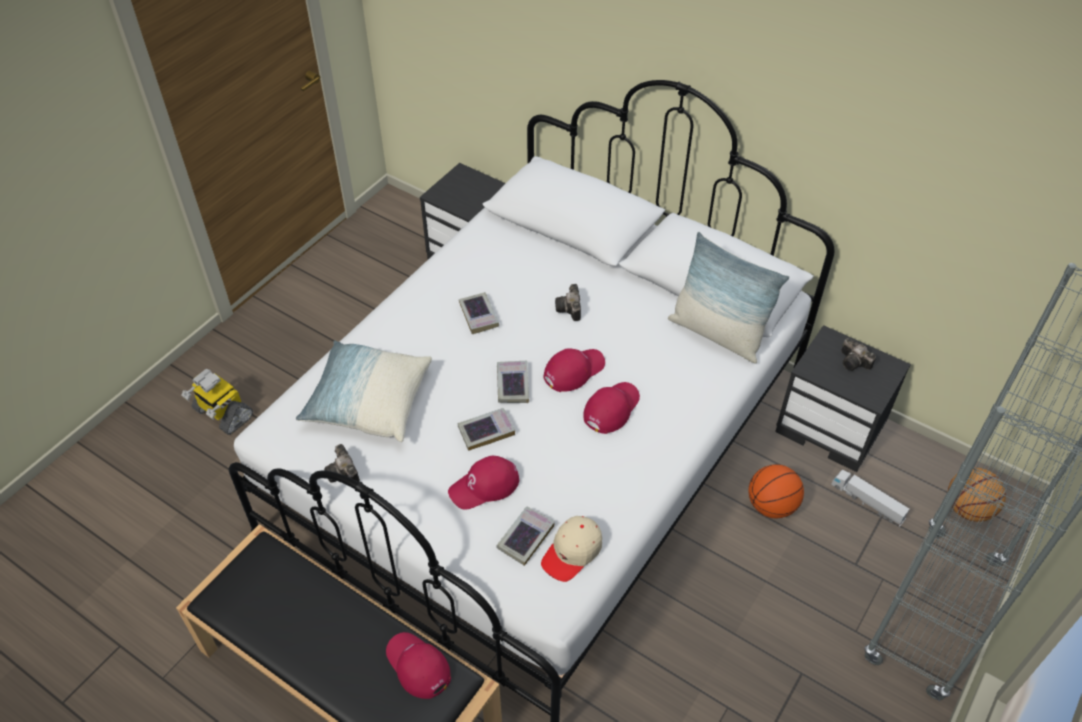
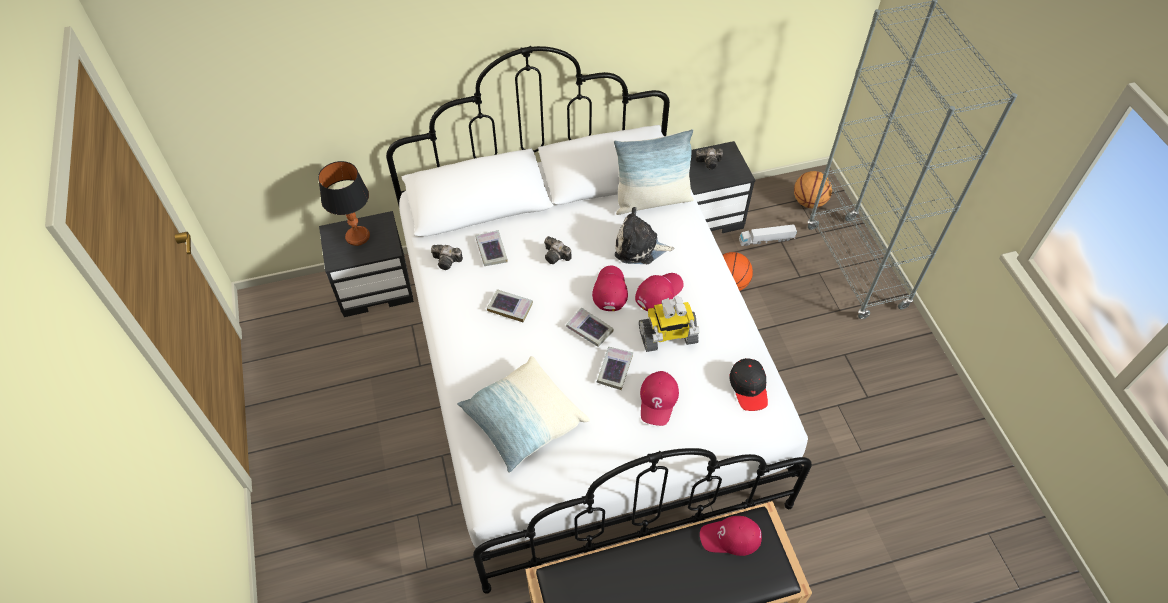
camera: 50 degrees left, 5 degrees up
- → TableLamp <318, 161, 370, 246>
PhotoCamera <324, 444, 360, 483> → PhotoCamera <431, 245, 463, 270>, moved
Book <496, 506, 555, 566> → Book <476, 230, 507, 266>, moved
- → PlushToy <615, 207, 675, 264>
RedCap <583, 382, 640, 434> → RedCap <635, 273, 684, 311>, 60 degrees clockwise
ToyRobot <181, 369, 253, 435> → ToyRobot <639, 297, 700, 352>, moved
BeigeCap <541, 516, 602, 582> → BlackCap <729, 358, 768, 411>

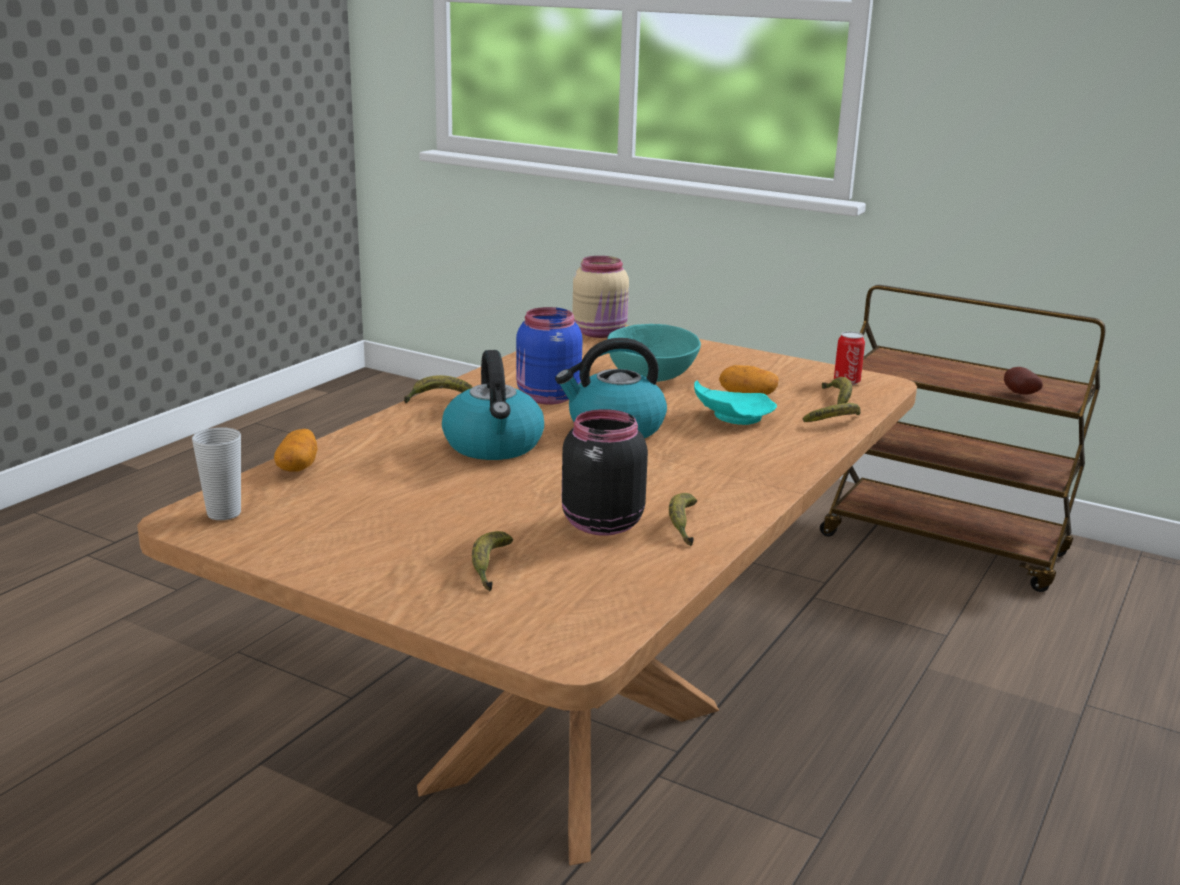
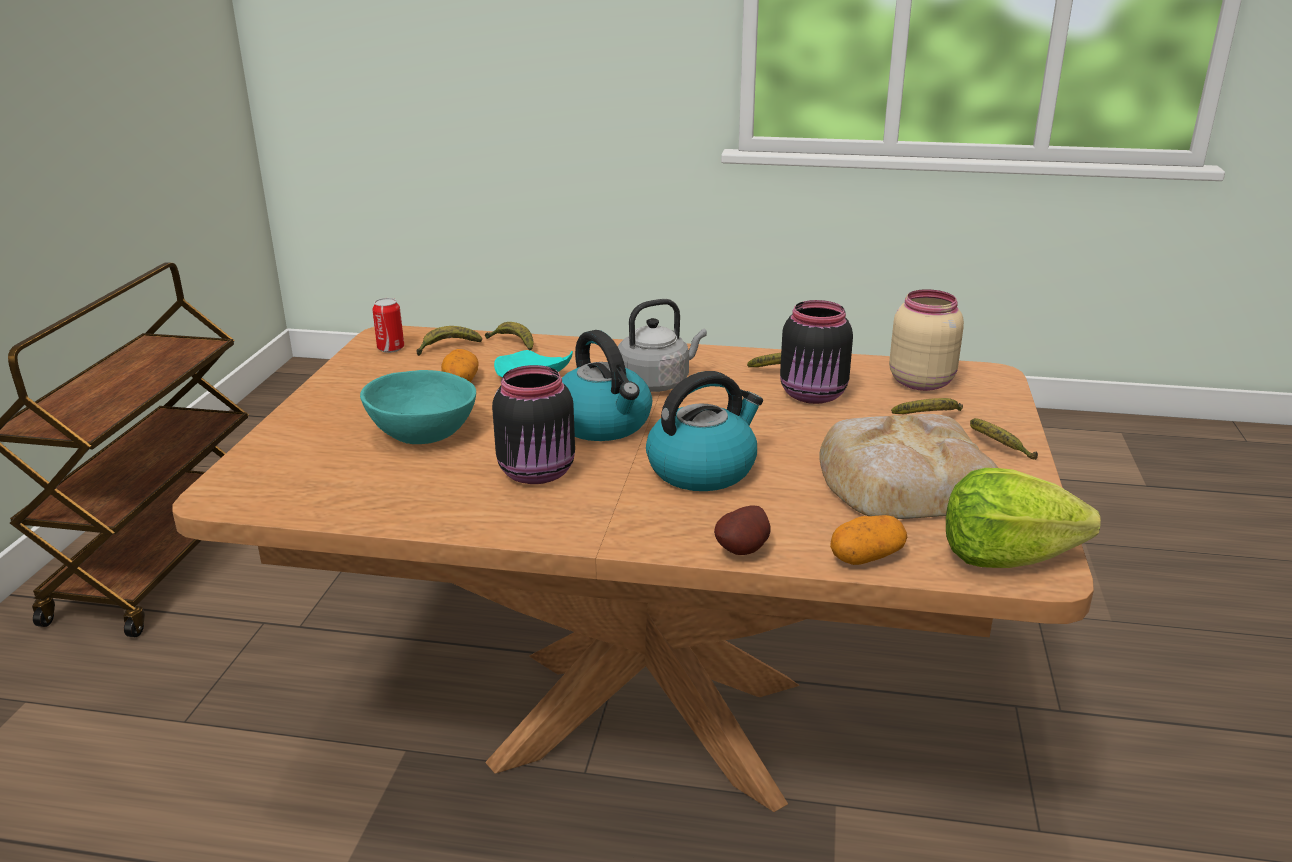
camera: 110 degrees left, 5 degrees up
BlueJar <516, 307, 582, 405> → BlackJar <492, 365, 575, 484>
- → GreyKettle <618, 299, 707, 392>
Potato <1004, 367, 1043, 395> → Potato <714, 505, 771, 555>, moved
- → Bread <819, 414, 998, 519>
BeigeJar <572, 256, 629, 338> → BeigeJar <889, 289, 964, 391>, moved
Cup <192, 428, 241, 520> → Lettuce <946, 468, 1101, 568>
Banana <404, 375, 473, 403> → Banana <970, 418, 1038, 460>, moved

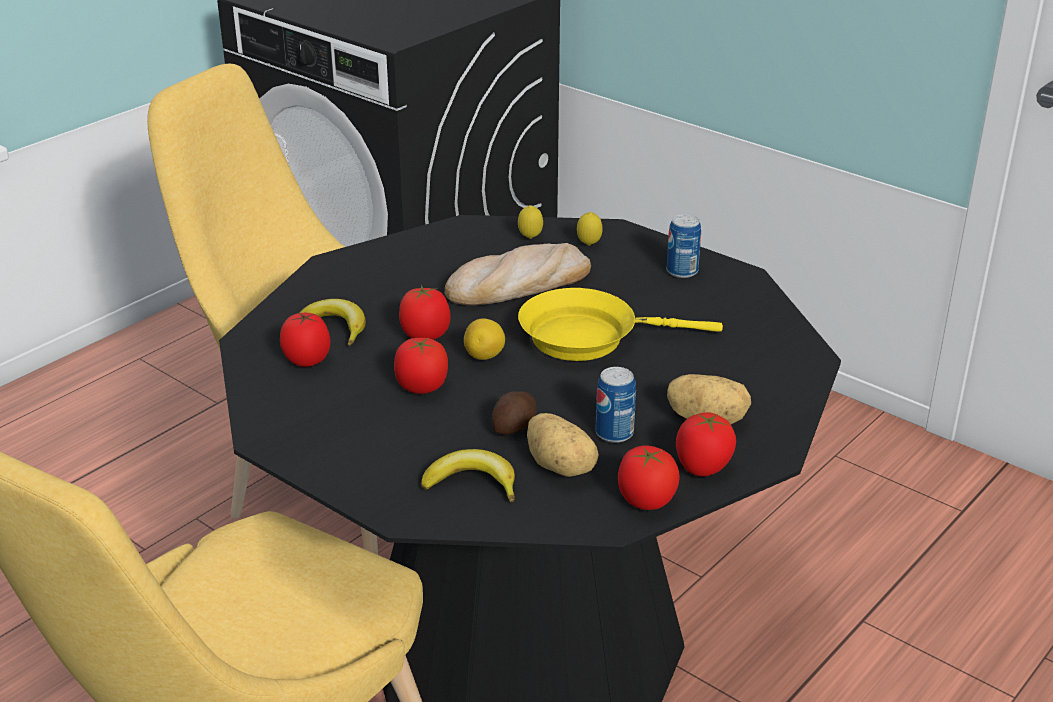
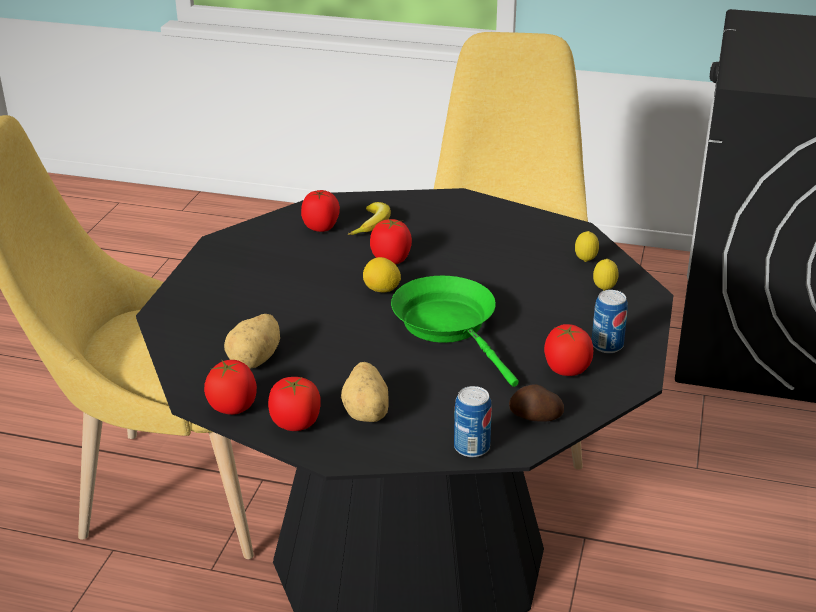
camera: 65 degrees right, 0 degrees up
YellowFryingPan <518, 288, 723, 361> → GreenFryingPan <391, 276, 519, 387>
Can <596, 367, 636, 443> → Can <454, 386, 492, 457>, moved
Potato <492, 391, 537, 435> → Potato <509, 384, 564, 422>, moved
Tomato <394, 338, 448, 394> → Tomato <544, 324, 593, 376>, moved
Banana <421, 449, 515, 502> → -
Bread <445, 243, 591, 305> → -

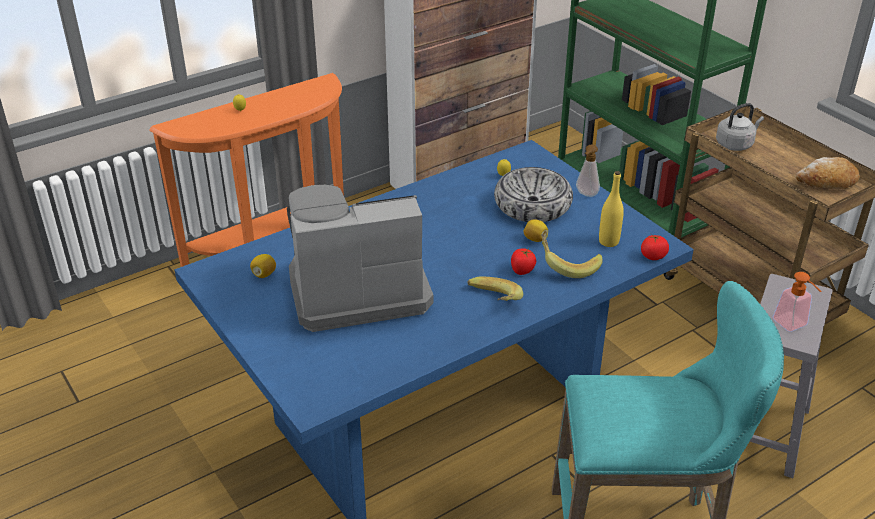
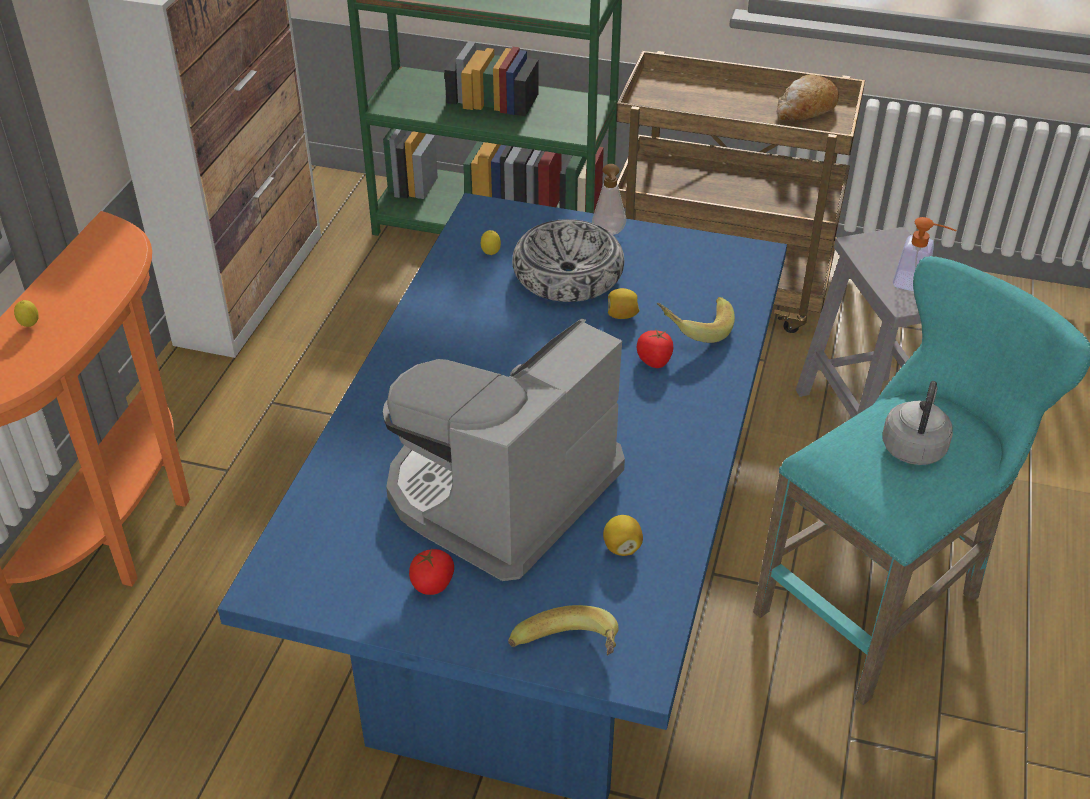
camera: 40 degrees left, 5 degrees up
Tomato <641, 234, 669, 260> → Tomato <409, 549, 454, 595>, moved
Banana <468, 276, 523, 301> → Banana <508, 605, 619, 655>, moved
Lemon <250, 254, 276, 278> → Lemon <603, 515, 643, 556>, moved
GreyKettle <716, 103, 764, 151> → GreyKettle <882, 381, 953, 465>, moved
YellowBottle <599, 171, 624, 247> → -

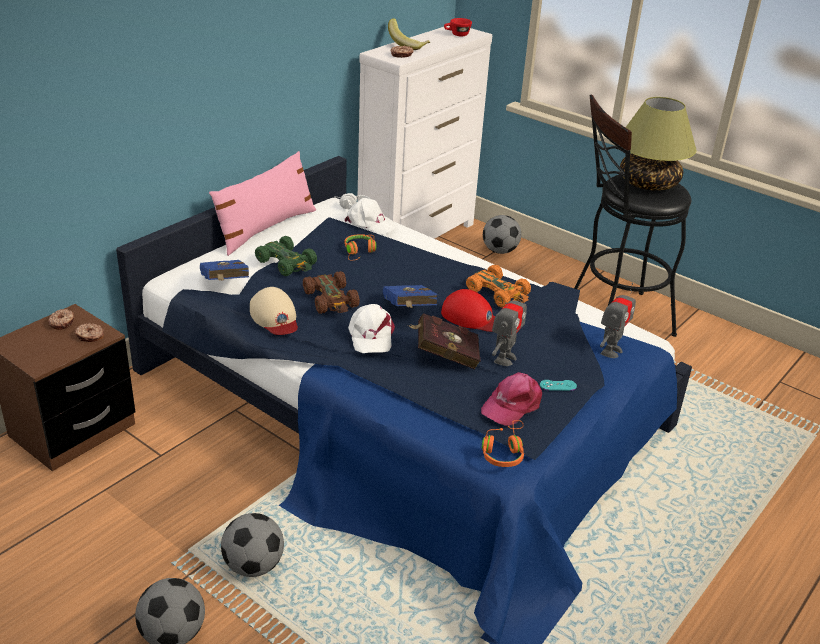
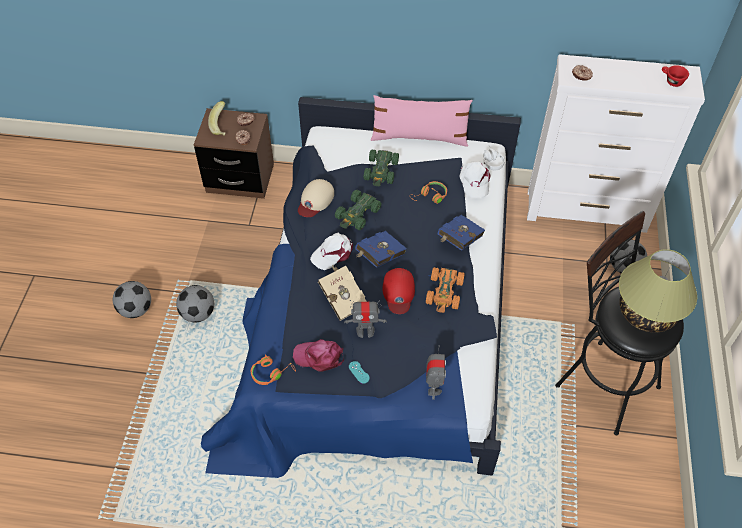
camera: 60 degrees right, 20 degrees up
Banana <388, 18, 430, 50> → Banana <208, 101, 226, 135>, moved
RedBook <408, 313, 481, 369> → BeigeBook <318, 265, 367, 321>
BrownToyCar <303, 271, 360, 314> → GreenToyCar <335, 190, 381, 230>
ToyRobot <600, 283, 636, 358> → ToyRobot <426, 345, 446, 400>, 90 degrees counterclockwise
BlueBook <200, 260, 249, 281> → BlueBook <438, 215, 485, 251>, moved

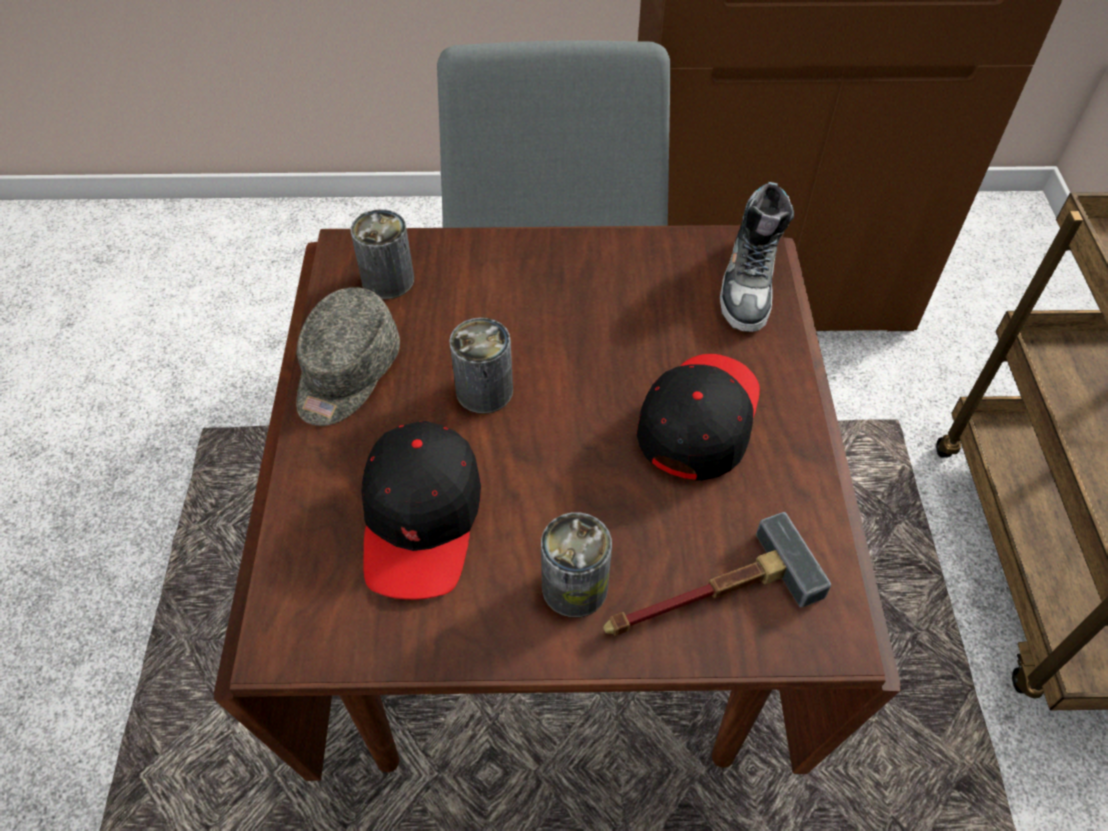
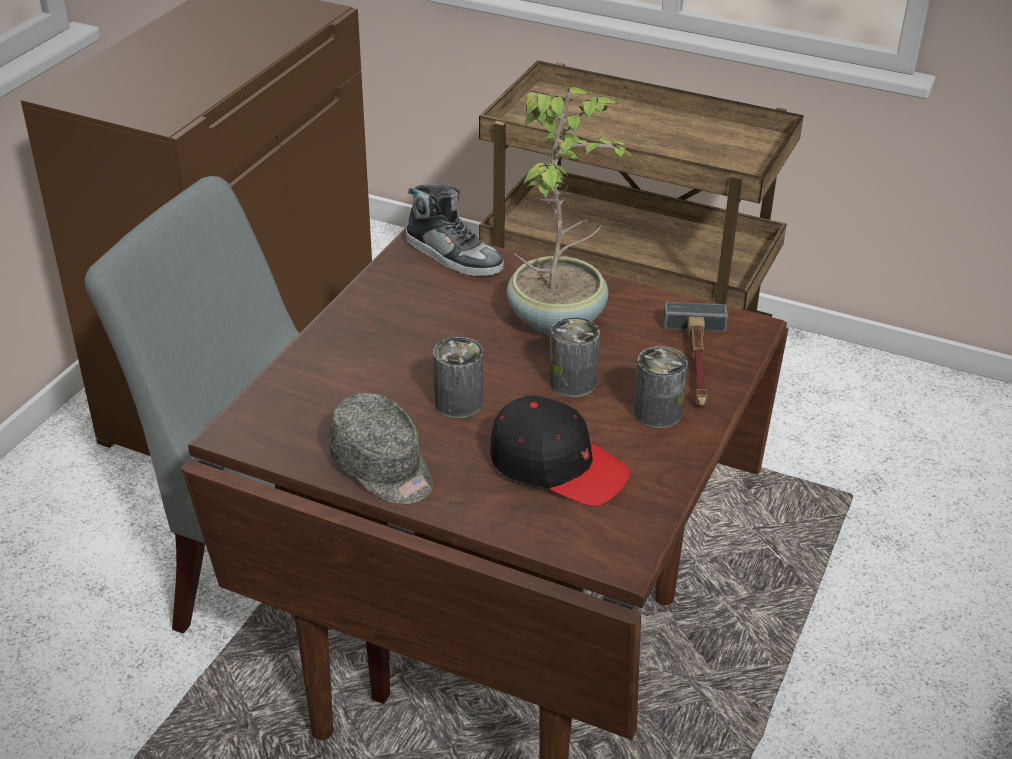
camera: 65 degrees left, 15 degrees down
BlackCap <637, 354, 760, 481> → PottedPlant <507, 87, 633, 335>
Can <351, 209, 414, 299> → Can <549, 317, 600, 397>, moved

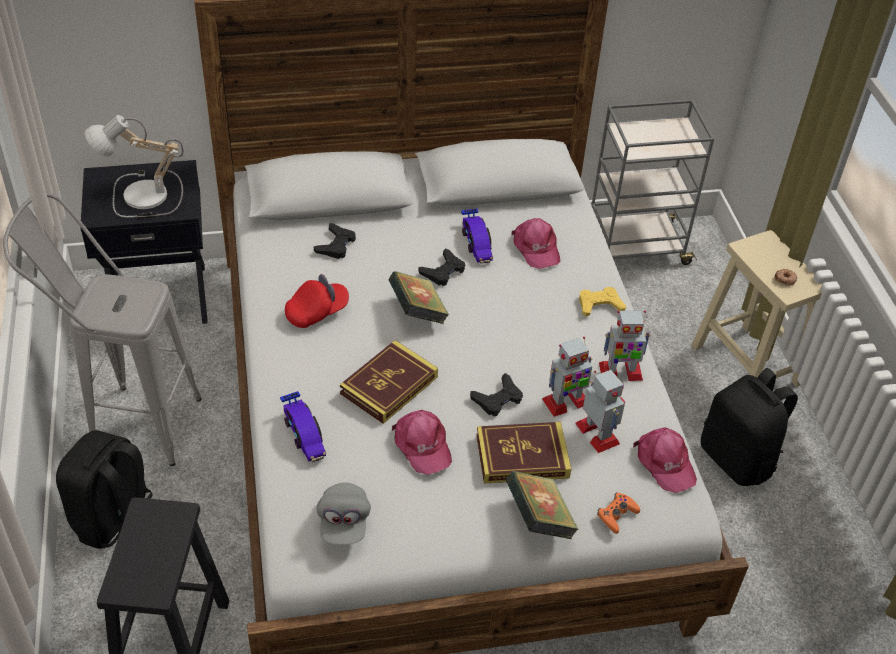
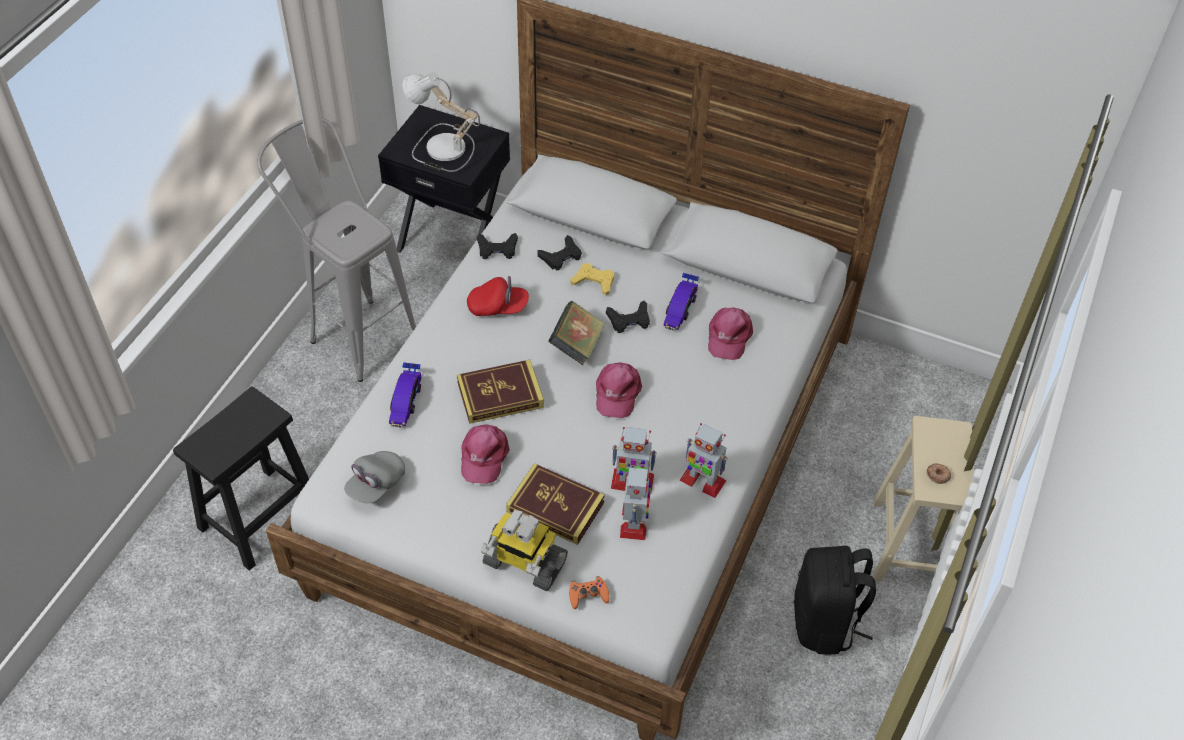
camera: 35 degrees right, 5 degrees up
BlackGameController <470, 373, 523, 416> → BlackGameController <477, 233, 518, 259>, moved
Book <506, 471, 579, 539> → ToyRobot <481, 510, 568, 591>
YellowGameController <579, 287, 626, 316> → YellowGameController <570, 263, 614, 295>, moved
PinkCap <633, 428, 697, 493> → PinkCap <596, 362, 642, 418>, moved
BlackBackpack <56, 430, 153, 549> → -
GreyCart <591, 99, 714, 265> → -

